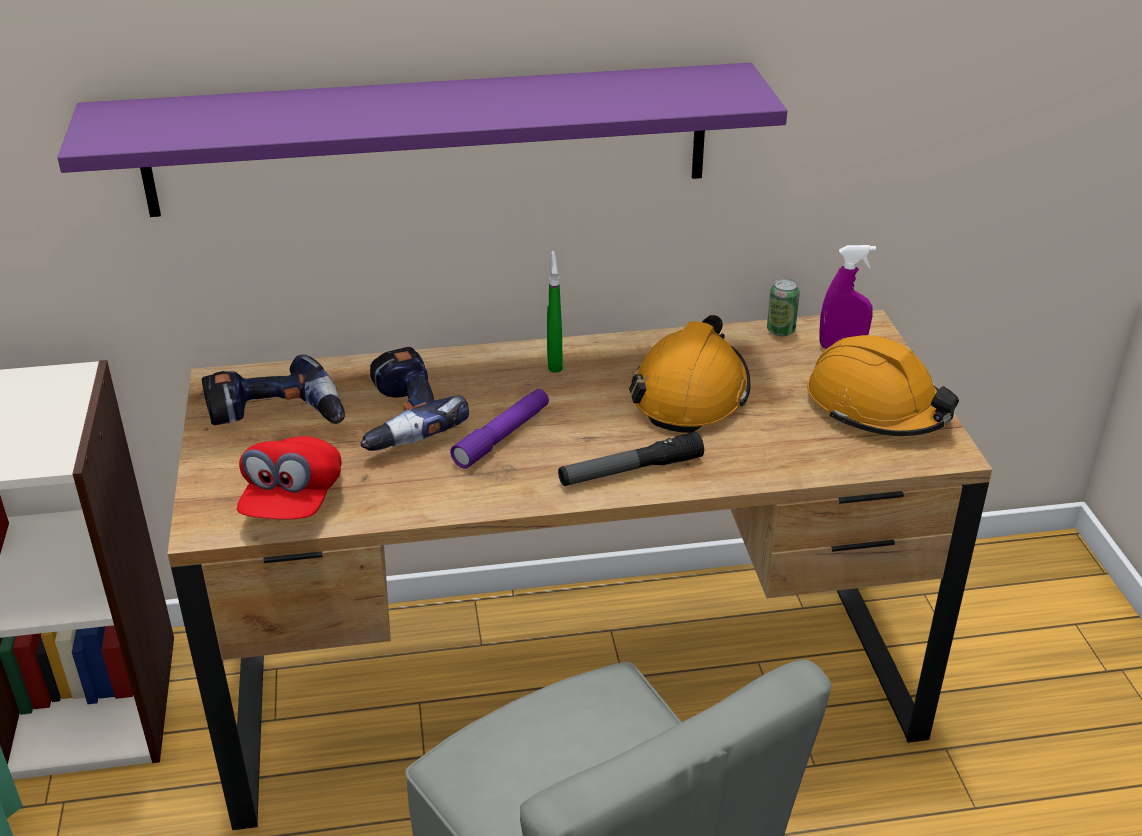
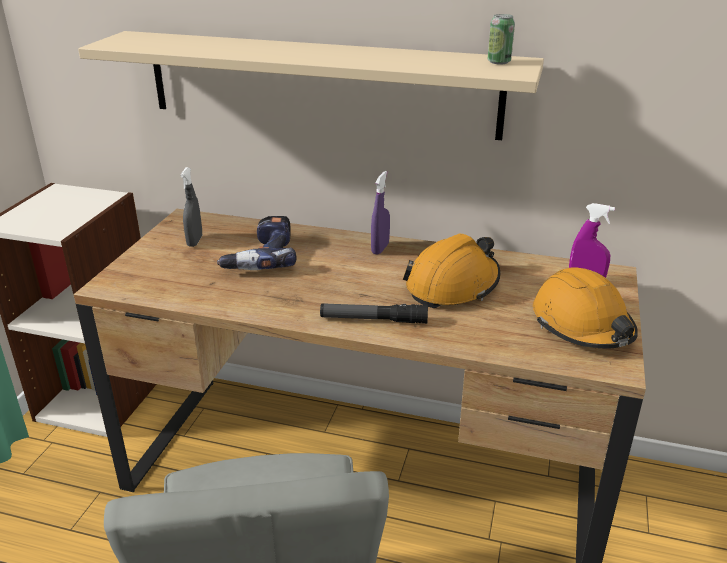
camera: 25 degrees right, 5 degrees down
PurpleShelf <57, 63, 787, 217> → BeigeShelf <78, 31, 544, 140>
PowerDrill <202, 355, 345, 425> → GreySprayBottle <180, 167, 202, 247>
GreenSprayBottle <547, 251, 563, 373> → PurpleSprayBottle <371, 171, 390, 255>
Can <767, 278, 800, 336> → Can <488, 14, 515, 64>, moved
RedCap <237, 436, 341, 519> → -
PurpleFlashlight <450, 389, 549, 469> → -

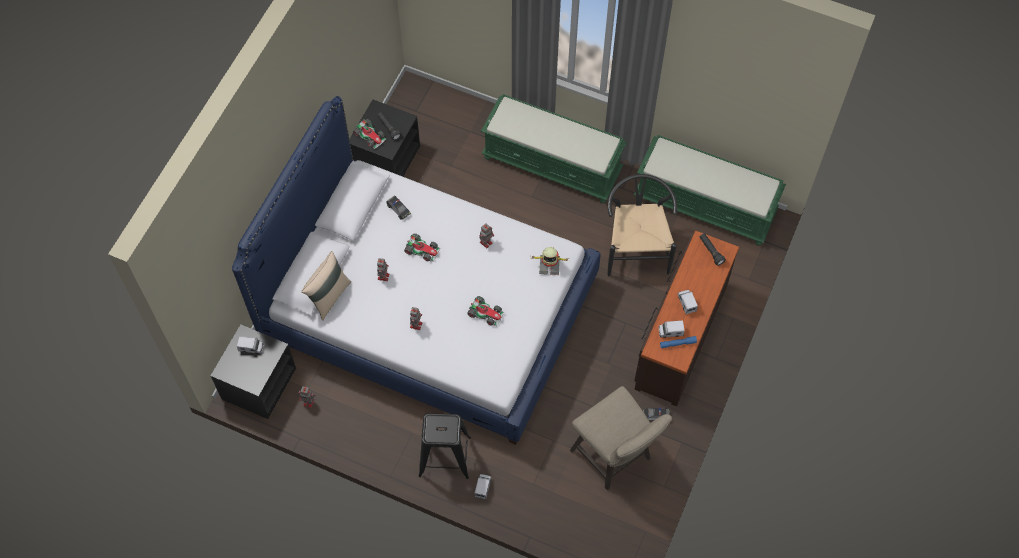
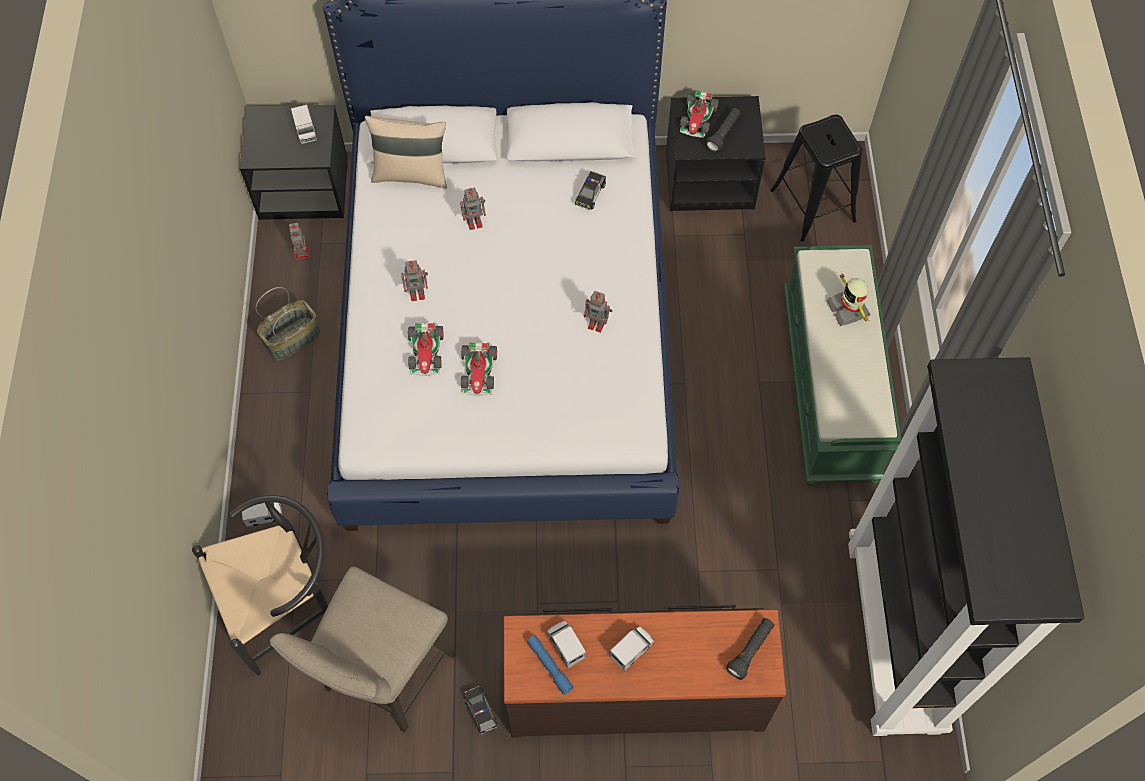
camera: 65 degrees right, 0 degrees up
BlackChair <607, 174, 677, 277> → BlackChair <192, 495, 328, 676>, moved
- → Basket <255, 287, 320, 360>
ToyCar <404, 233, 440, 262> → ToyCar <408, 322, 444, 376>, moved
BlackStool <419, 413, 471, 479> → BlackStool <770, 114, 863, 242>, moved
ToyRobot <532, 247, 569, 275> → ToyRobot <827, 273, 870, 326>, moved
GreenBench <634, 135, 786, 246> → BlackBookcase <848, 357, 1085, 736>

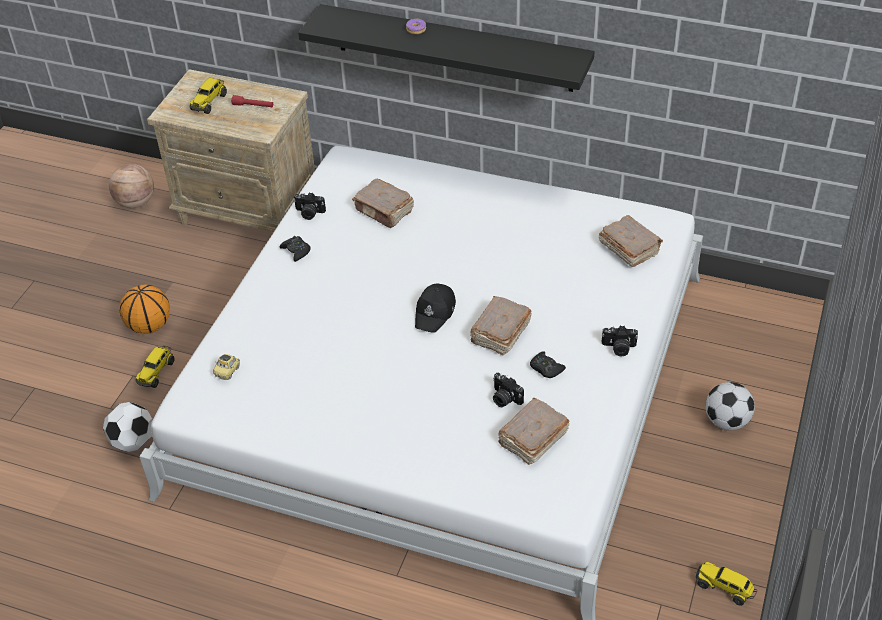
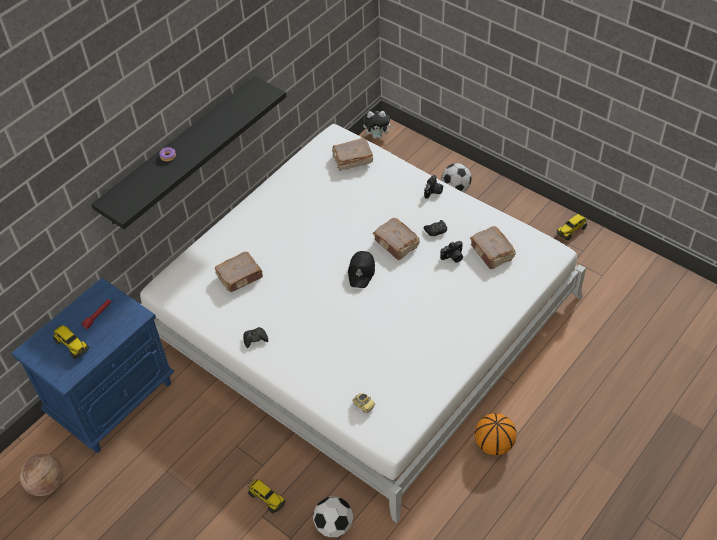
camera: 70 degrees left, 5 degrees up
BeigeNightstand <147, 69, 315, 232> → BlueNightstand <11, 278, 175, 453>
BlackCap <415, 284, 456, 333> → BlackCap <348, 251, 375, 288>, 60 degrees clockwise
- → PlushToy <363, 111, 394, 139>
Basketball <120, 284, 170, 334> → Basketball <475, 413, 517, 455>, moved
PhotoCamera <294, 192, 326, 220> → -

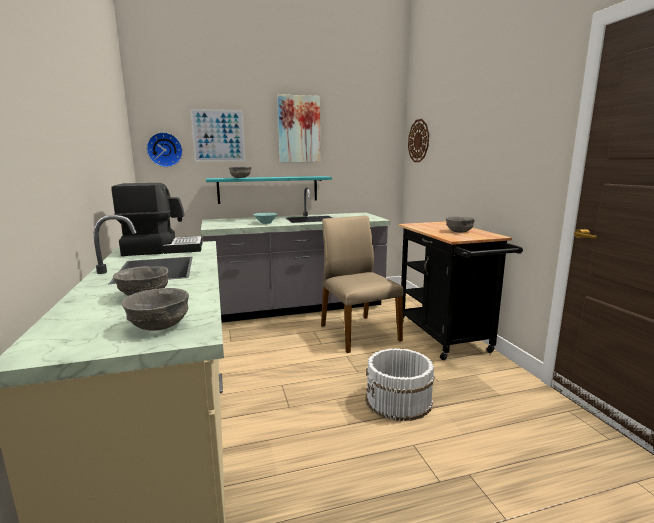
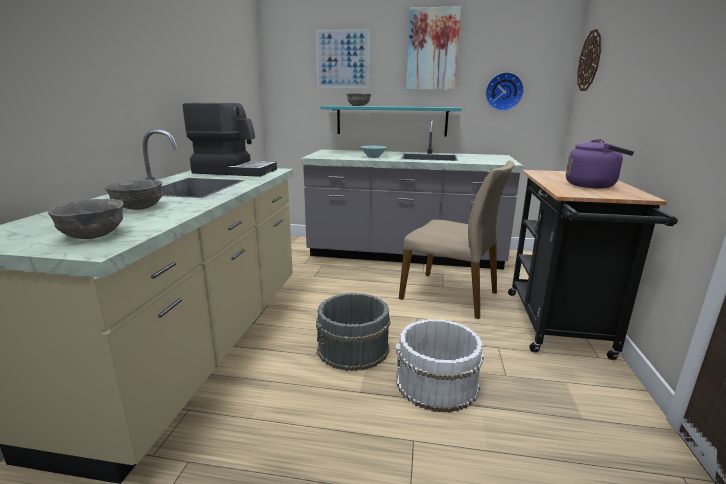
camera: 25 degrees right, 5 degrees up
- → GreyBucket <316, 293, 390, 371>
BeigeChair <321, 216, 403, 353> → BeigeChair <399, 161, 515, 319>, 120 degrees clockwise
WallClock <146, 132, 183, 167> → WallClock <485, 72, 524, 111>, moved
GreyBowl <446, 216, 475, 233> → PurpleKettle <566, 139, 634, 188>

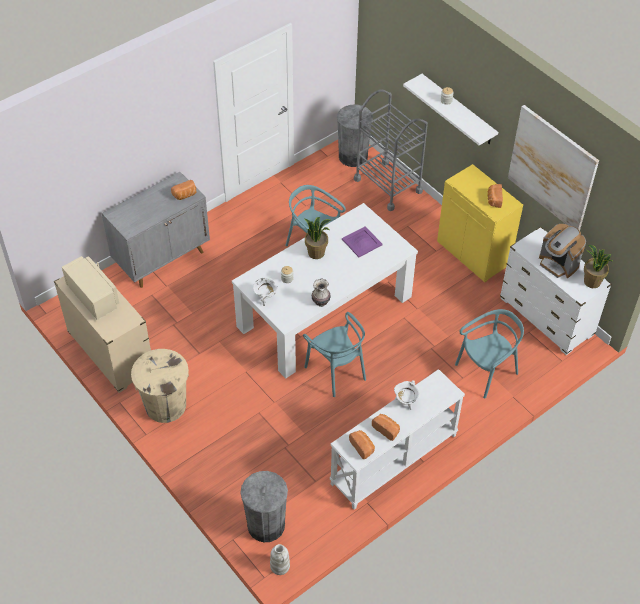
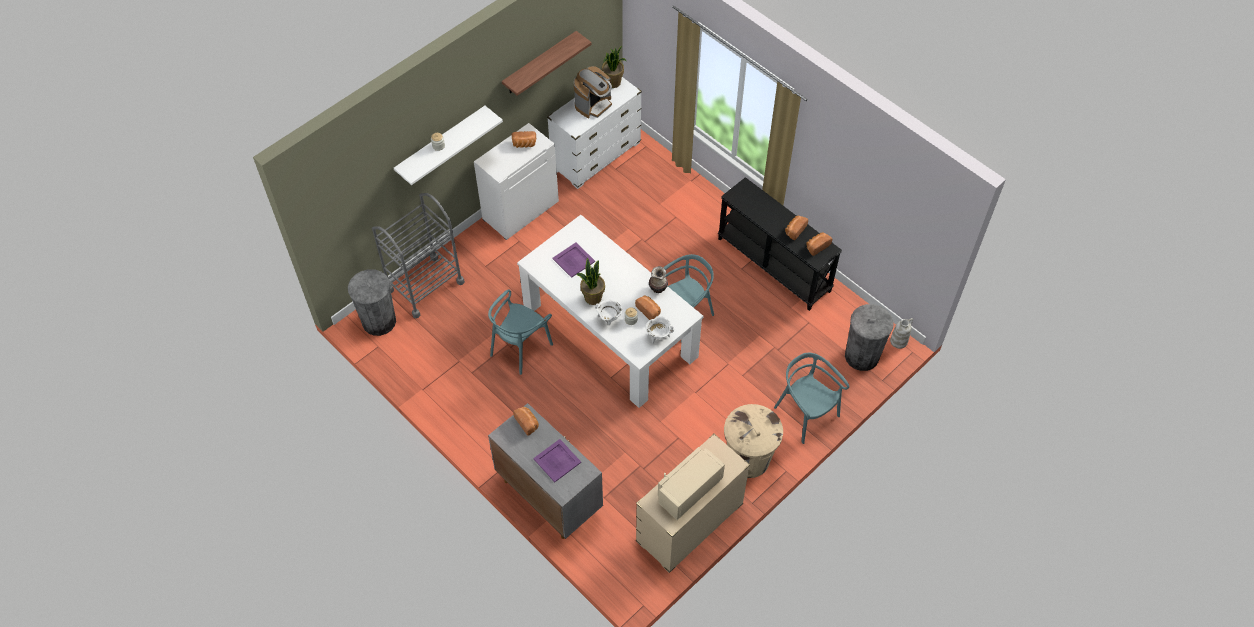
camera: 95 degrees left, 5 degrees up
YellowCabinet <437, 164, 523, 282> → WhiteCabinet <474, 123, 559, 240>
Picture <508, 105, 599, 230> → Shelf <502, 31, 592, 96>
- → PurpleTray <533, 439, 581, 482>
WhiteCookingPot <394, 380, 420, 410> → WhiteCookingPot <595, 300, 622, 325>, moved
- → Bread <635, 295, 661, 320>
WhiteConsoleTable <329, 369, 465, 510> → BlackConsoleTable <718, 177, 842, 311>
TurquoiseChair <455, 309, 524, 398> → TurquoiseChair <774, 353, 849, 444>, moved

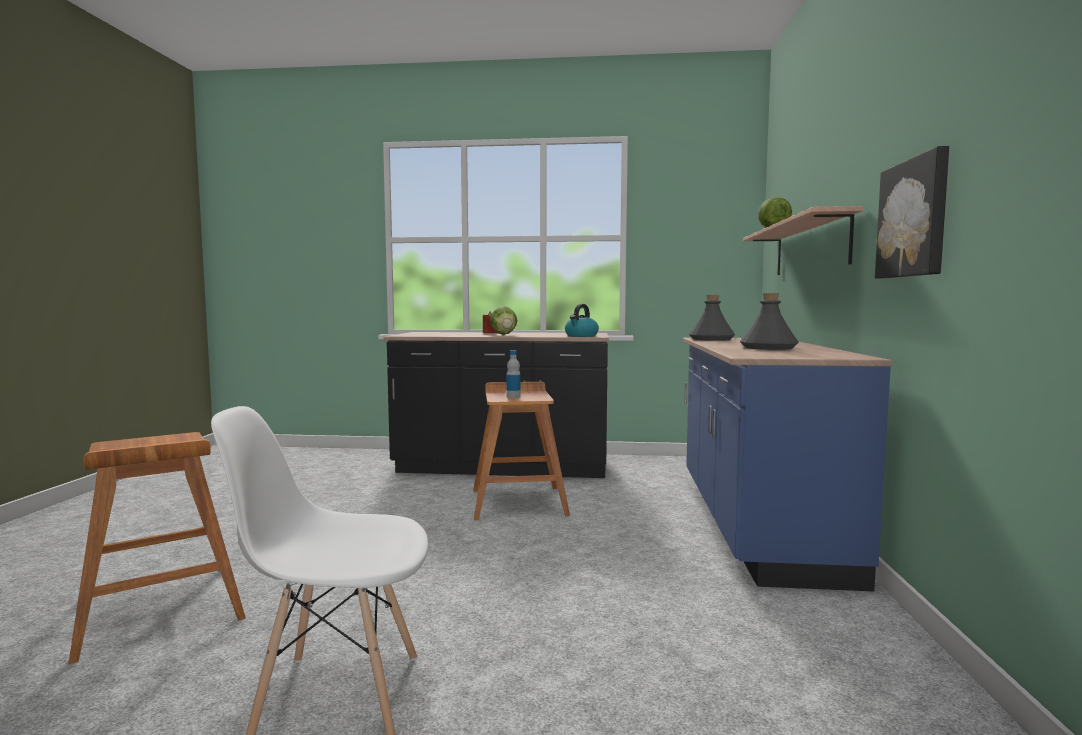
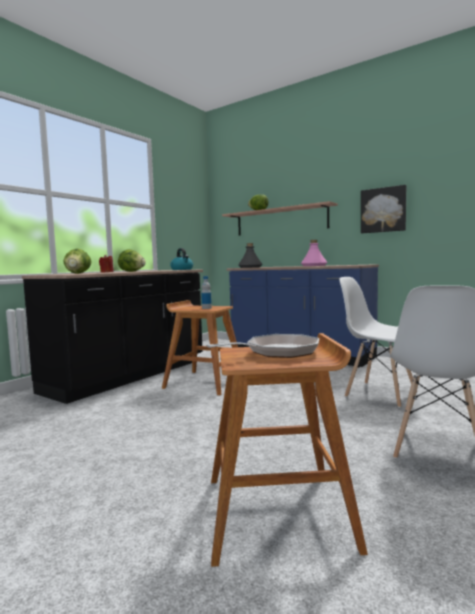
camera: 60 degrees left, 0 degrees up
- → Lettuce <63, 249, 92, 274>
- → FryingPan <206, 334, 319, 358>
GreyBottle <740, 293, 799, 350> → PinkBottle <301, 240, 328, 266>
- → WhiteChair <339, 277, 417, 408>

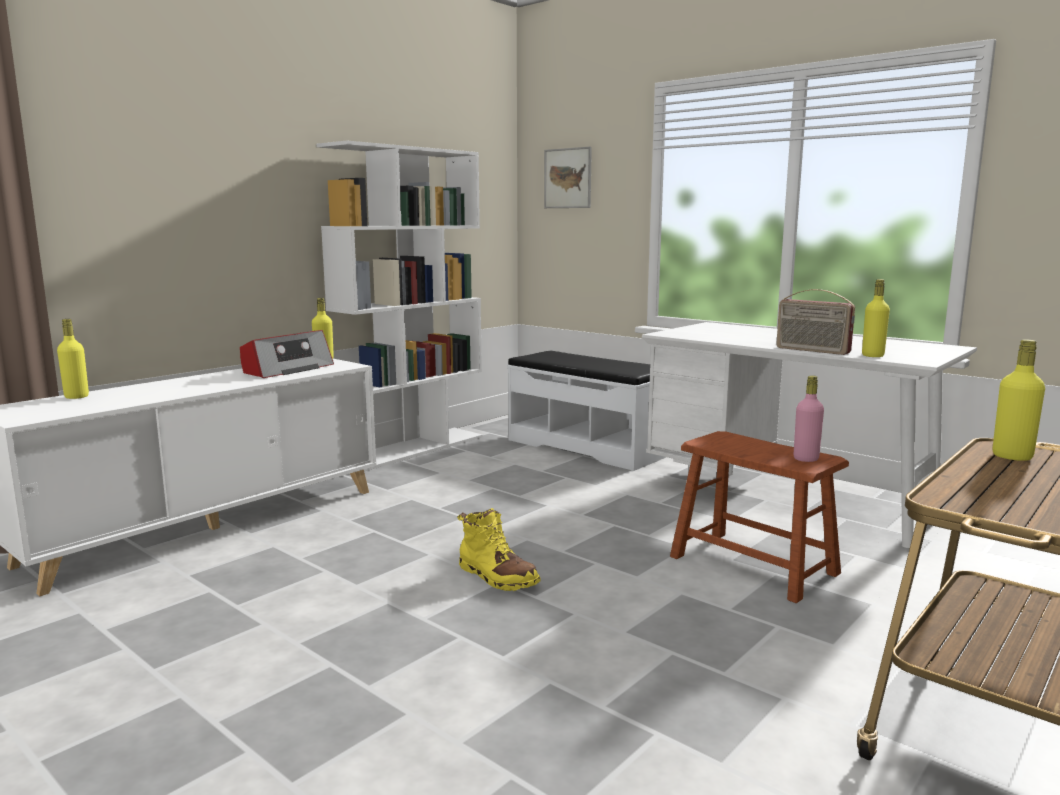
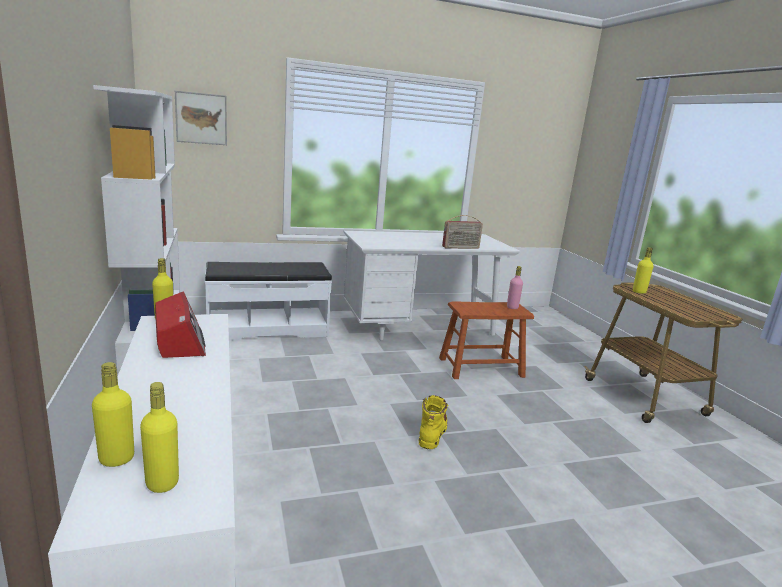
camera: 60 degrees left, 5 degrees up
YellowBottle <862, 279, 890, 357> → YellowBottle <140, 382, 179, 493>, moved
YellowBoot <457, 508, 541, 591> → YellowBoot <419, 395, 448, 449>, 60 degrees counterclockwise

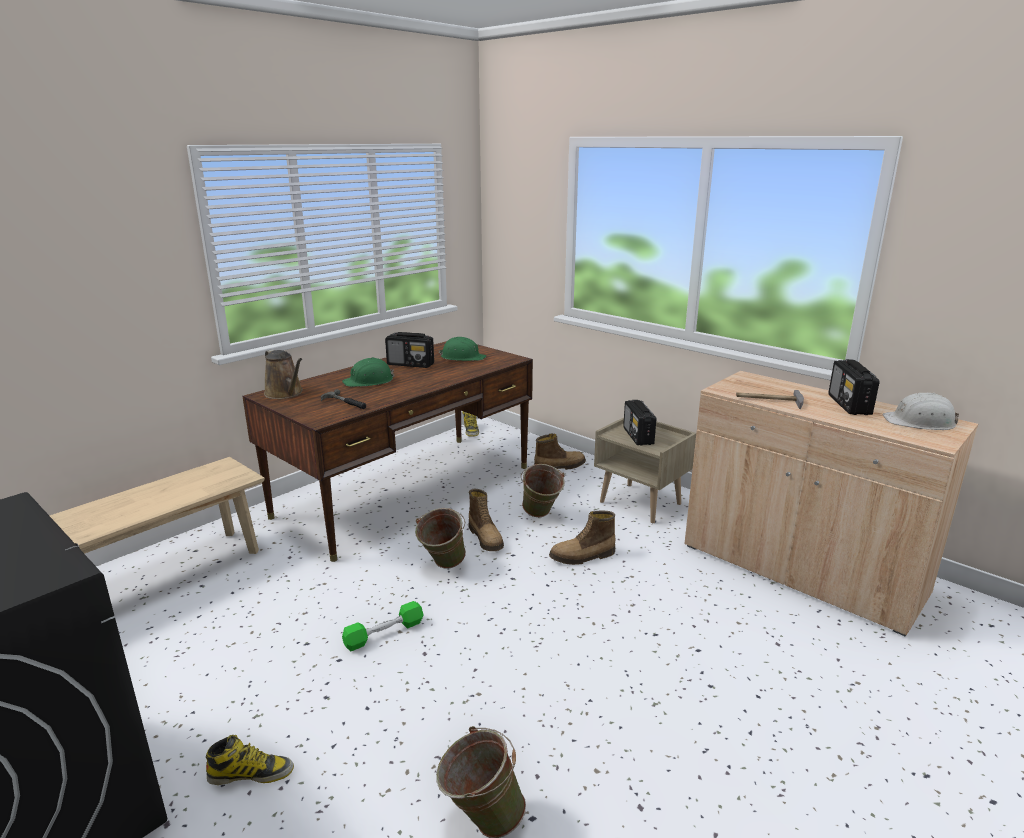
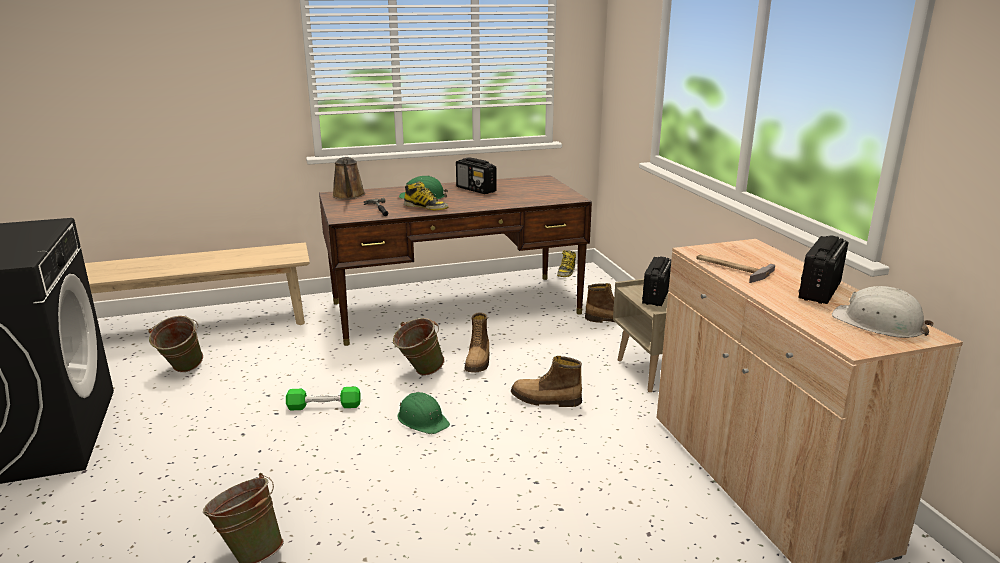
camera: 30 degrees right, 0 degrees up
GreenBucket <521, 464, 565, 517> → GreenBucket <148, 316, 203, 372>, moved
GreenHardHat <438, 337, 486, 361> → GreenHardHat <398, 392, 450, 434>, moved
Boot <206, 735, 294, 785> → Boot <404, 181, 449, 210>, moved

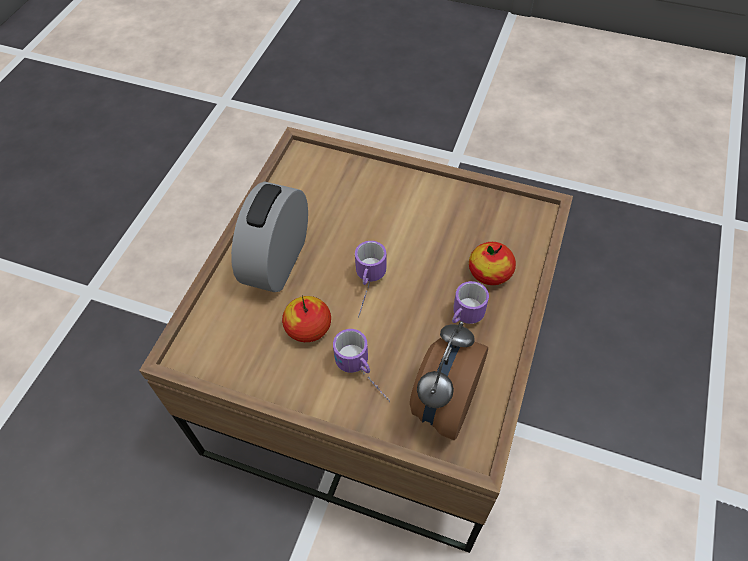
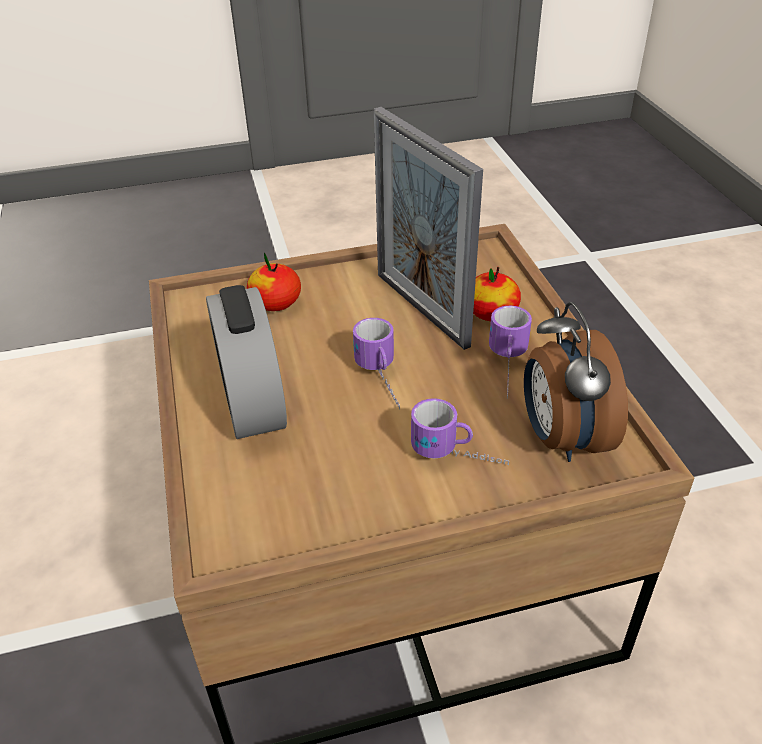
camera: 35 degrees left, 15 degrees down
Apple <282, 295, 331, 342> → Apple <247, 253, 301, 311>, moved
- → PictureFrame <374, 107, 483, 350>

